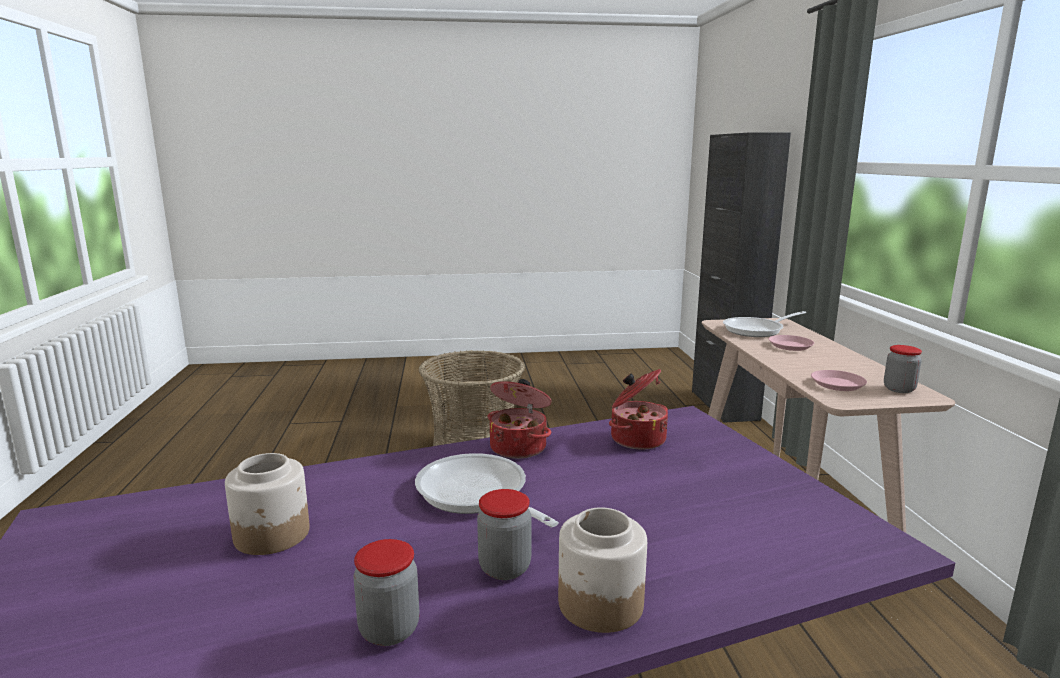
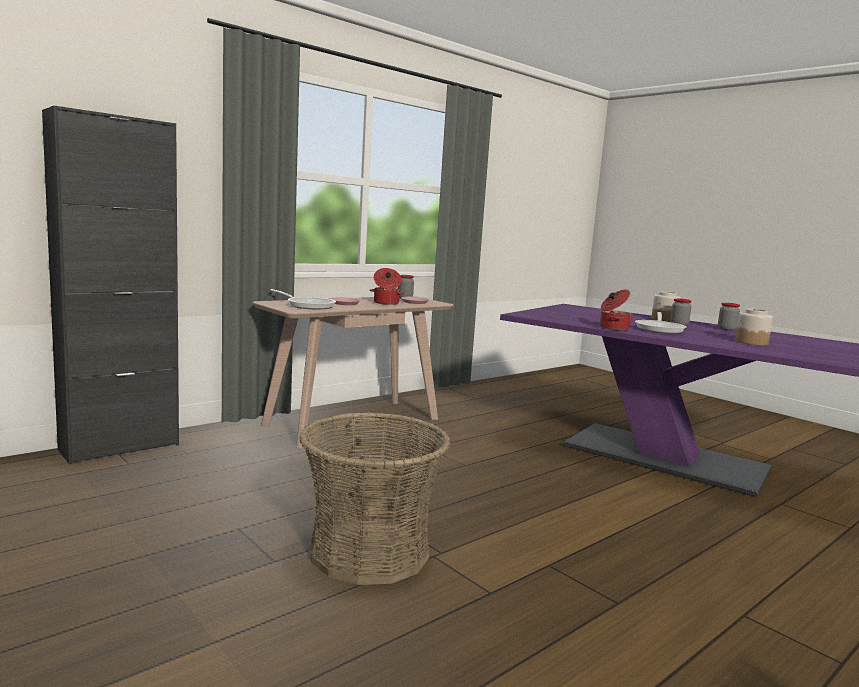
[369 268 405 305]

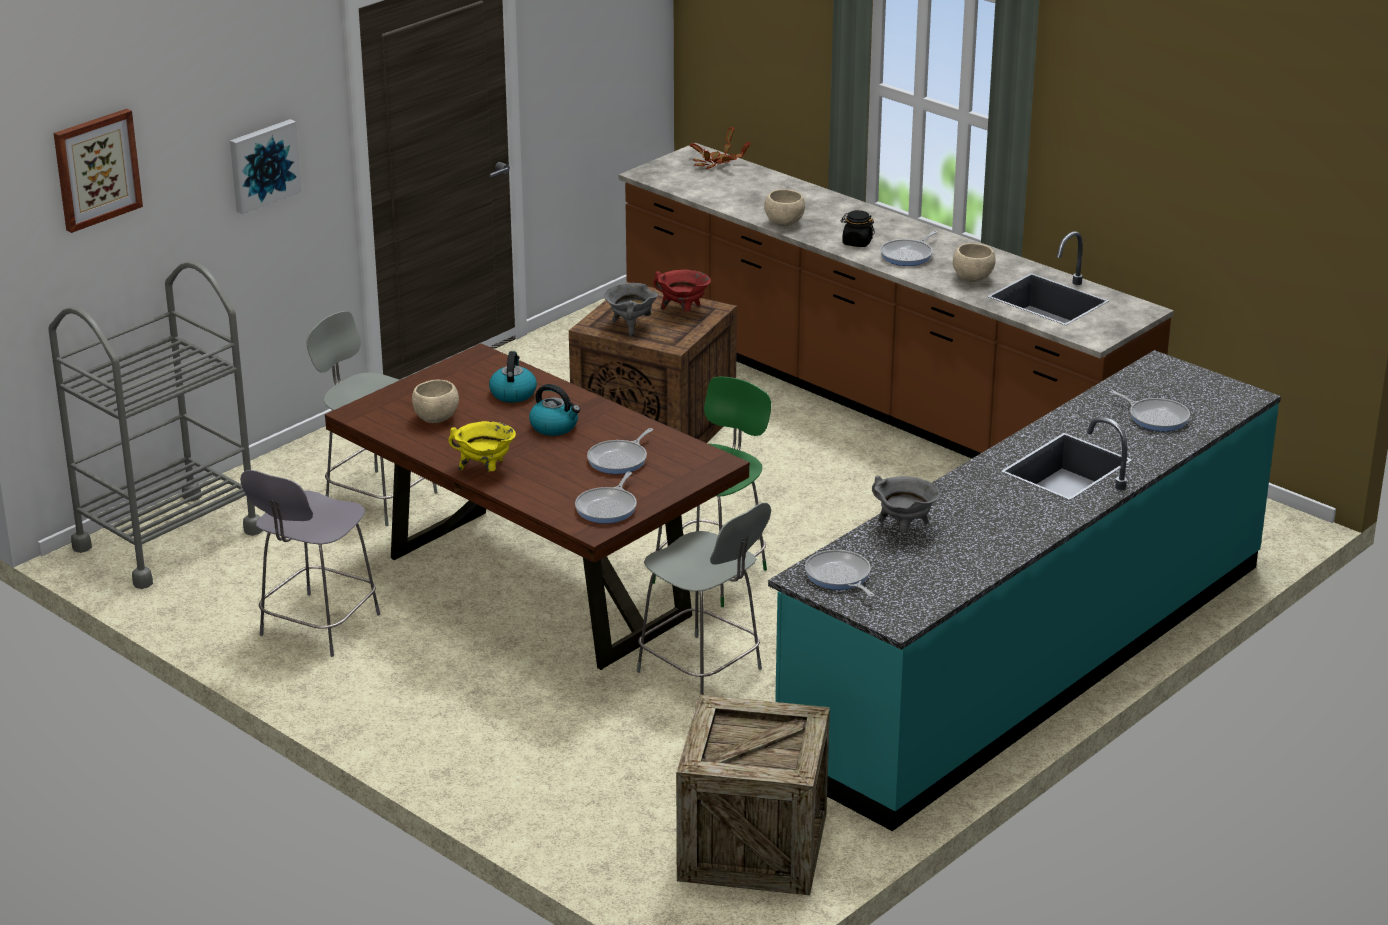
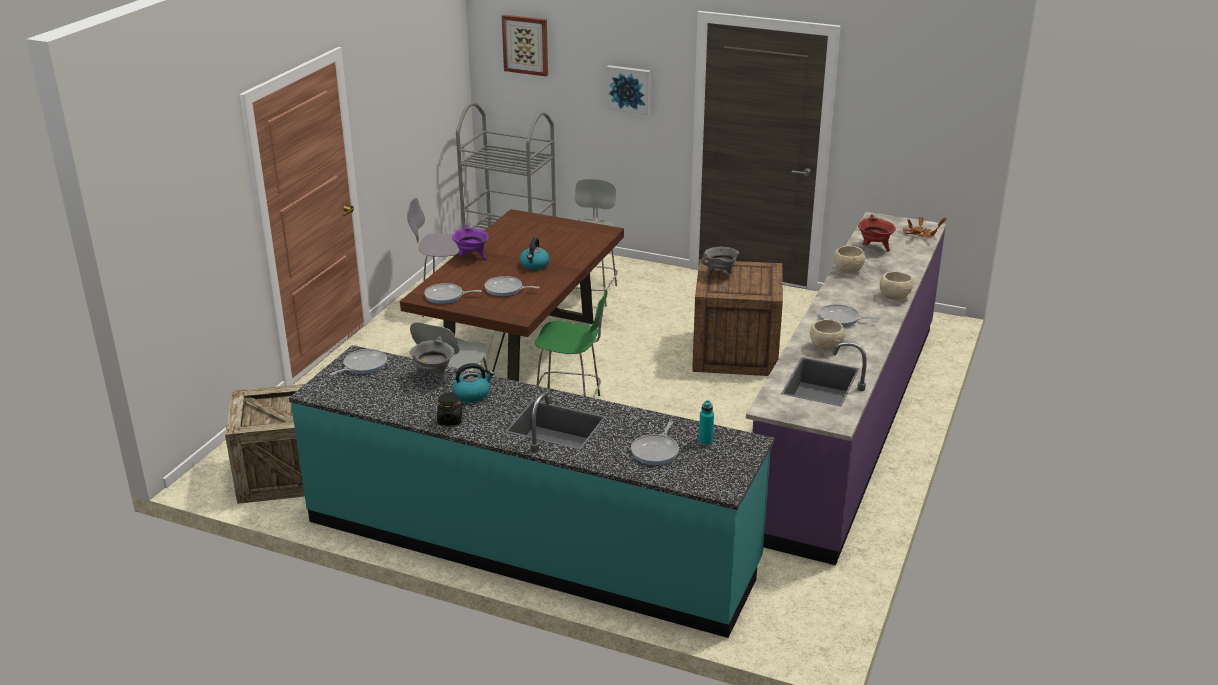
[699 400 714 446]
[880 271 914 300]
[452 363 494 403]
[858 214 896 251]
[437 392 462 426]
[452 225 489 259]
[746 212 946 565]

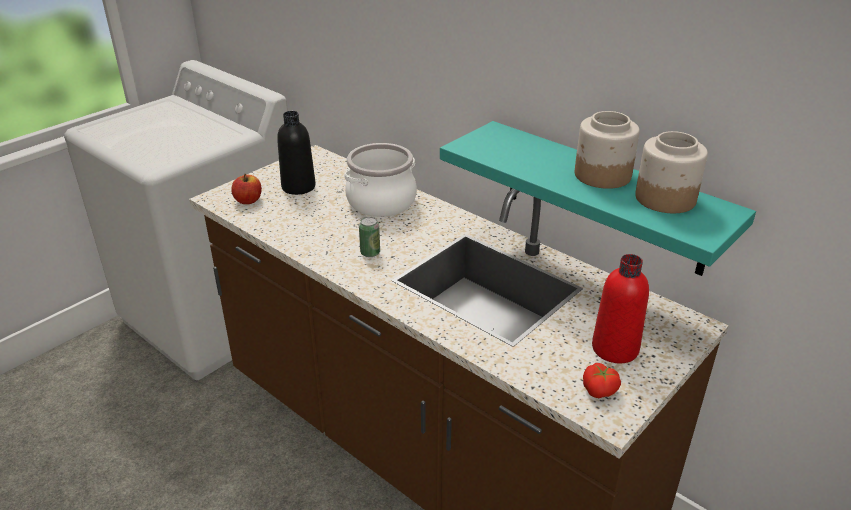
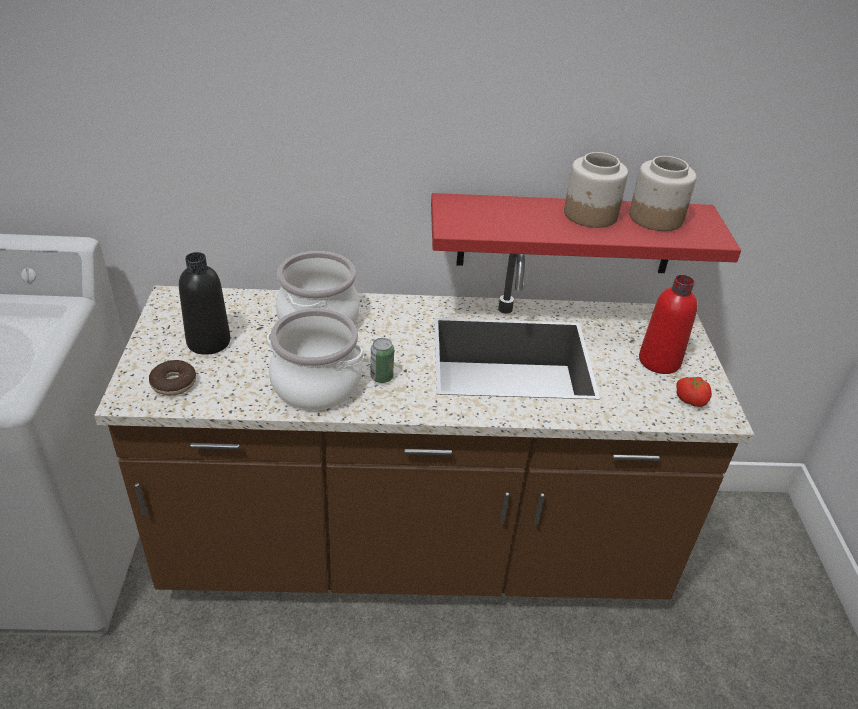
[267 308 364 410]
[149 360 196 395]
[431 193 741 273]

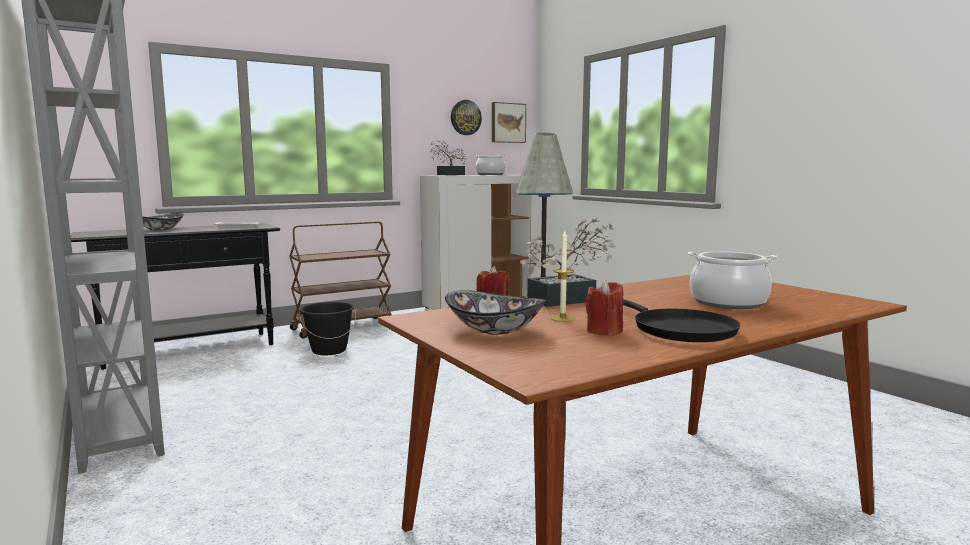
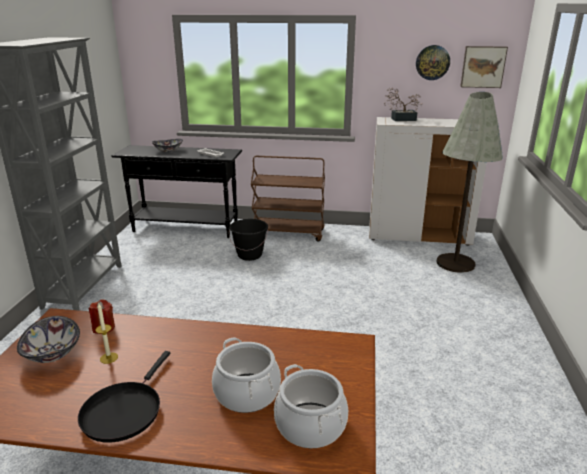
[520 217 616 307] (first image)
[585 280 623 336] (first image)
[274 364 348 448]

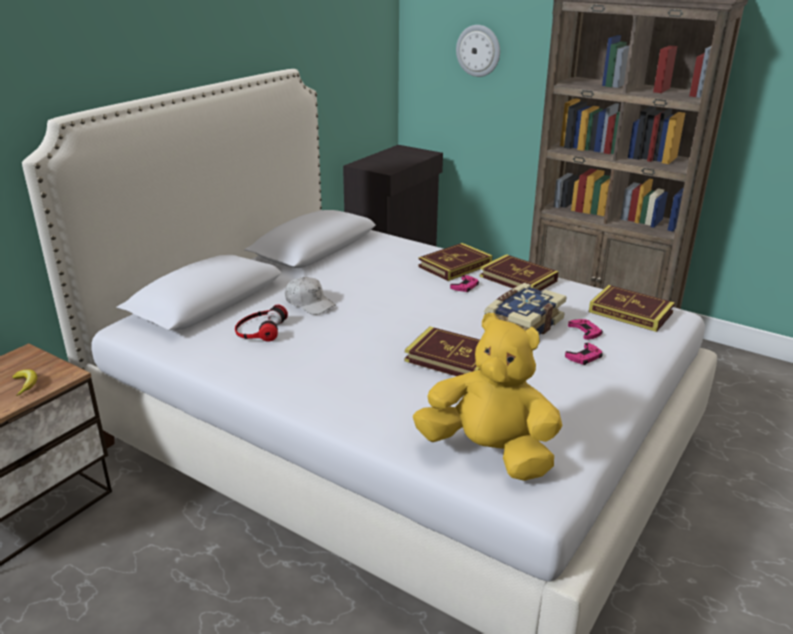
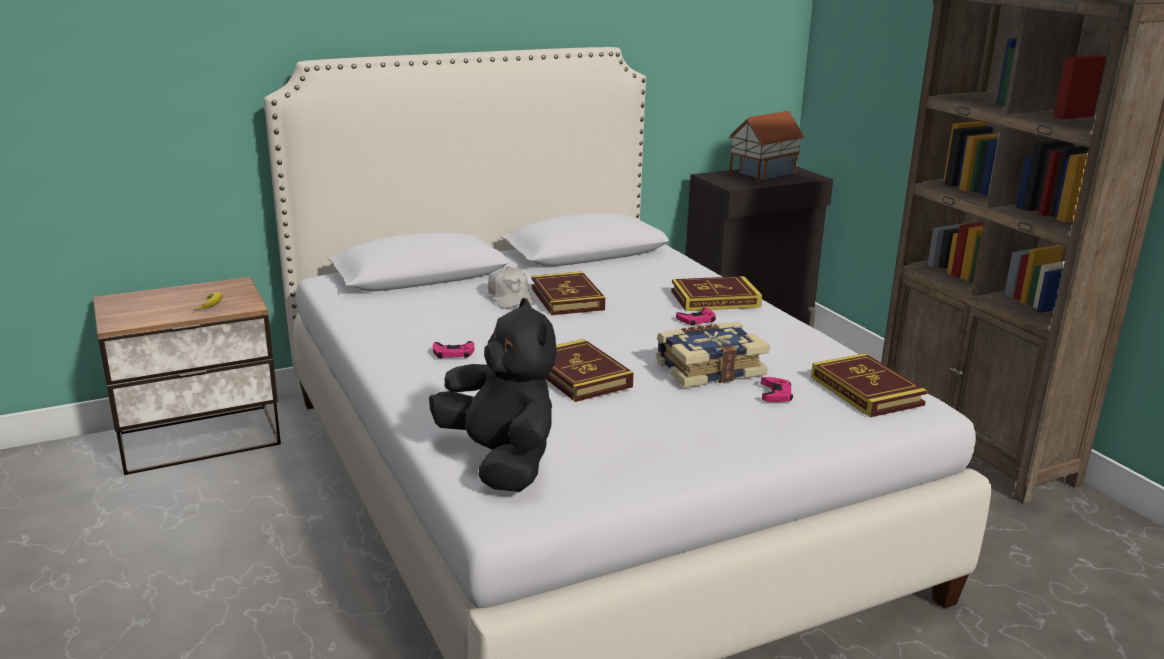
[235 305 288 342] (first image)
[456 25 500 77] (first image)
[728 111 804 182]
[531 271 606 315]
[433 341 474 358]
[429 298 557 492]

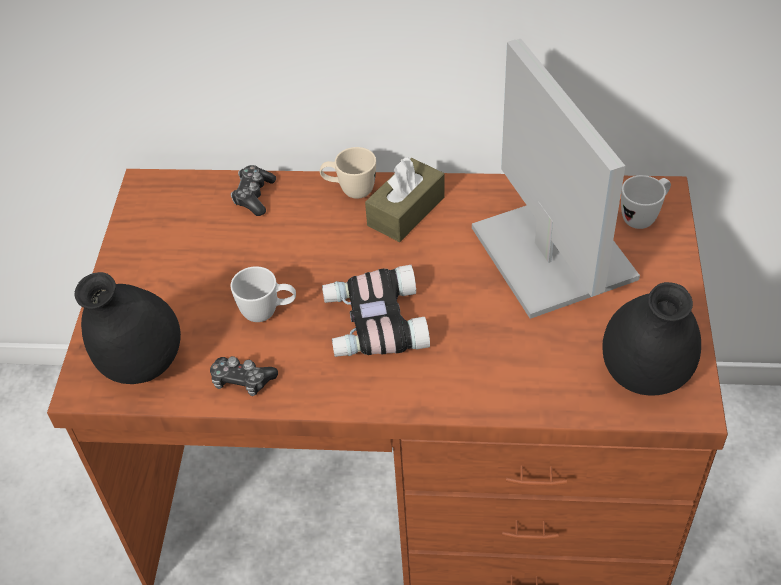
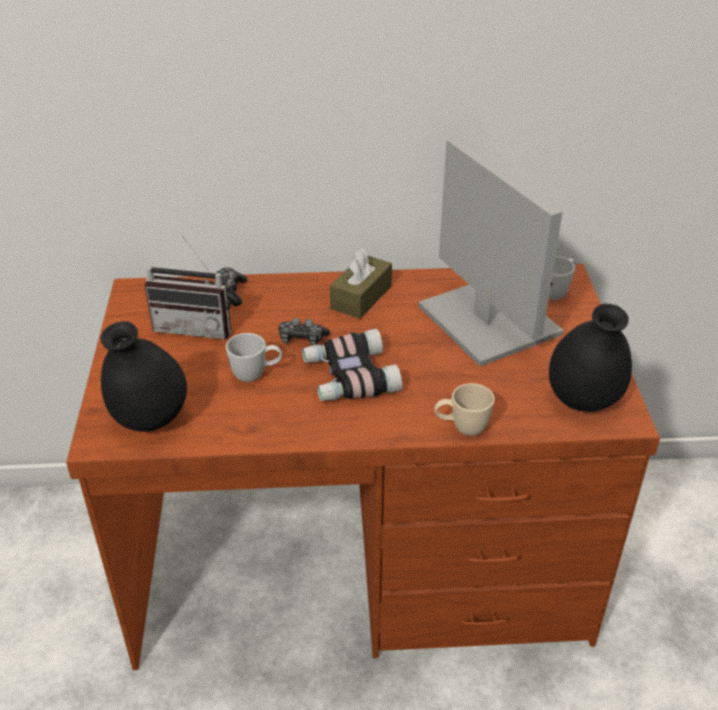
[145 236 231 339]
[278 318 330 346]
[434 383 495 436]

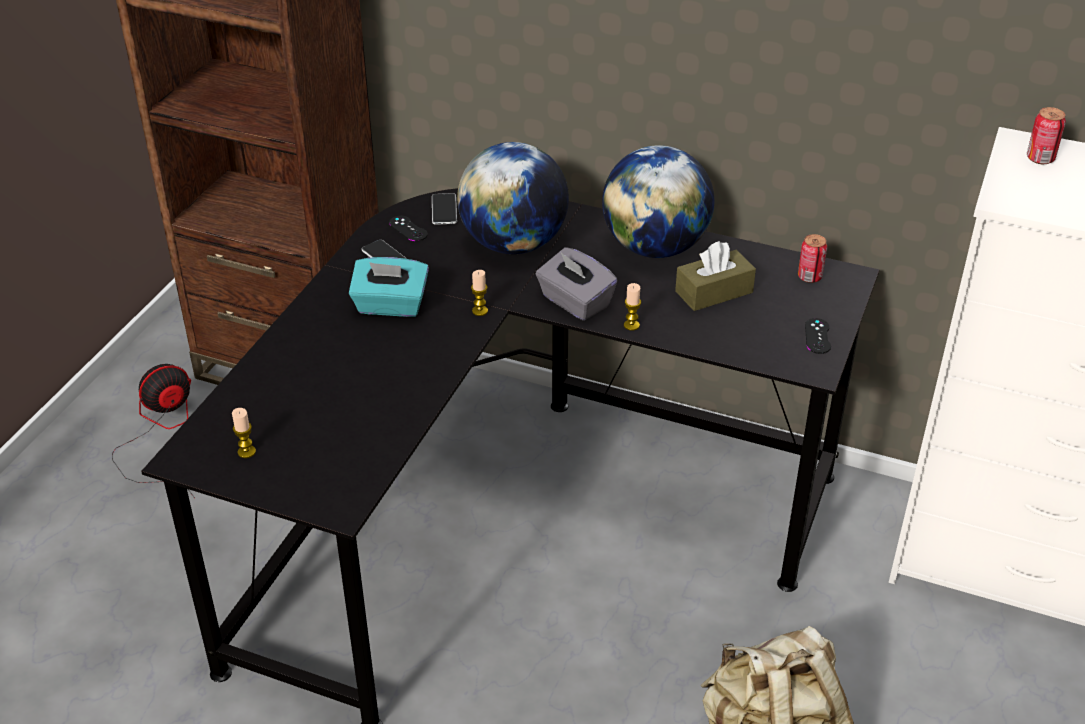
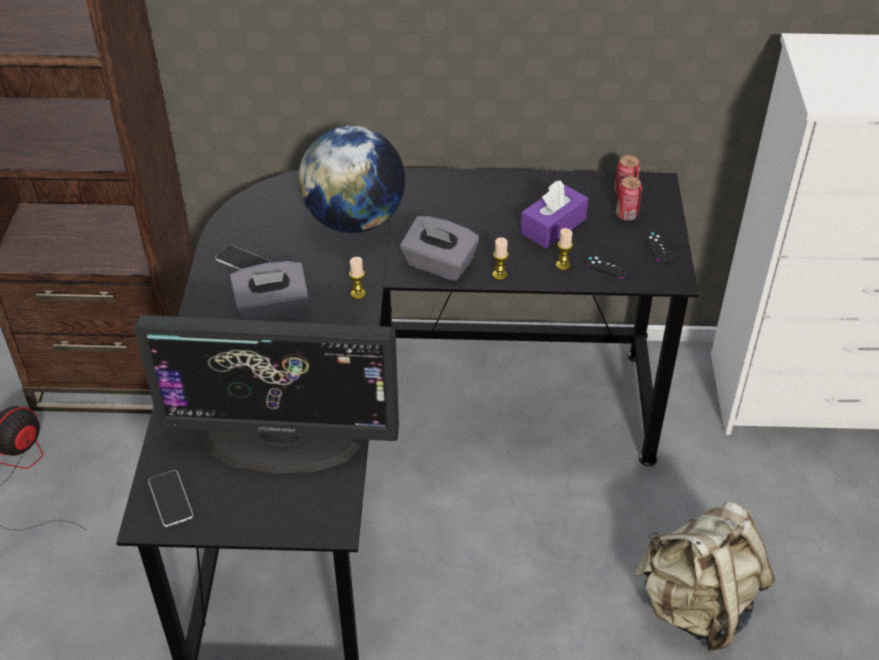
[602 145 714 258] (first image)
[134 315 399 474]
[556 228 573 270]
[584 253 632 278]
[148 470 193 527]
[616 176 642 221]
[230 261 309 321]
[520 180 588 248]

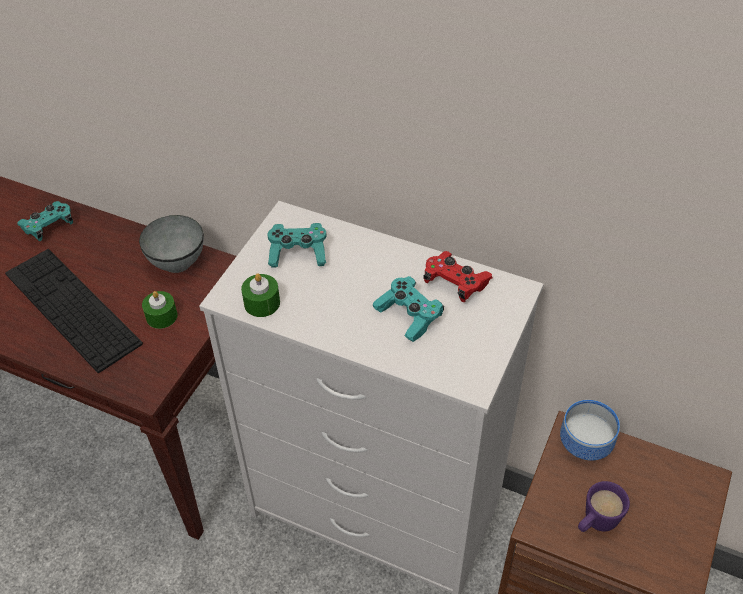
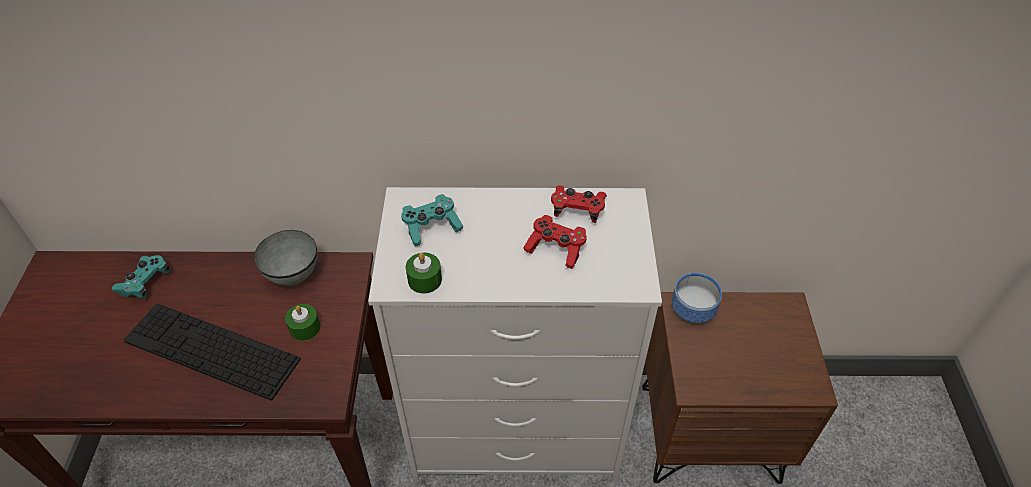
[578 481 630 532] (first image)
[523 215 587 269]

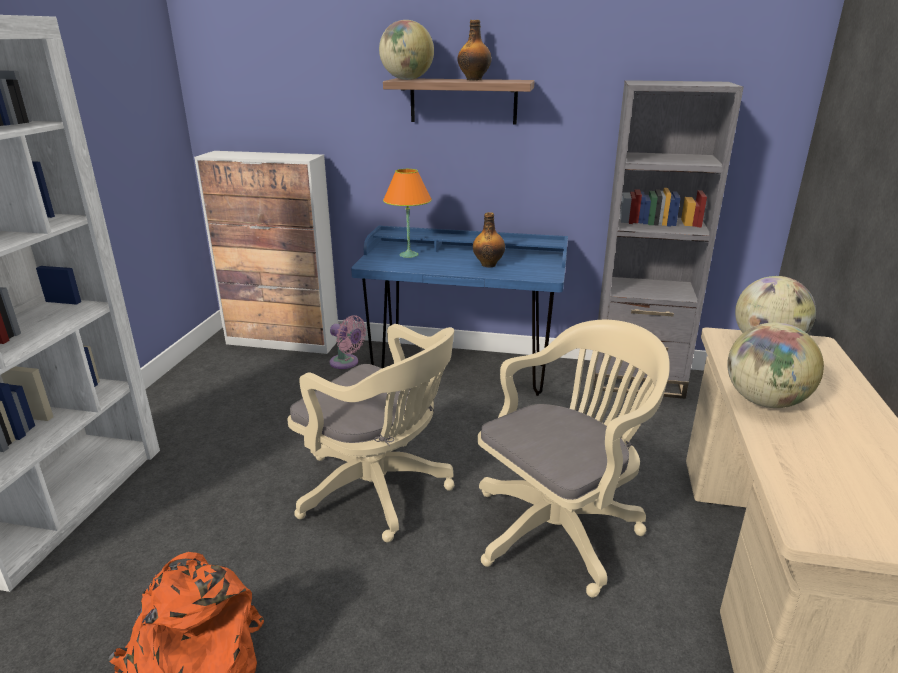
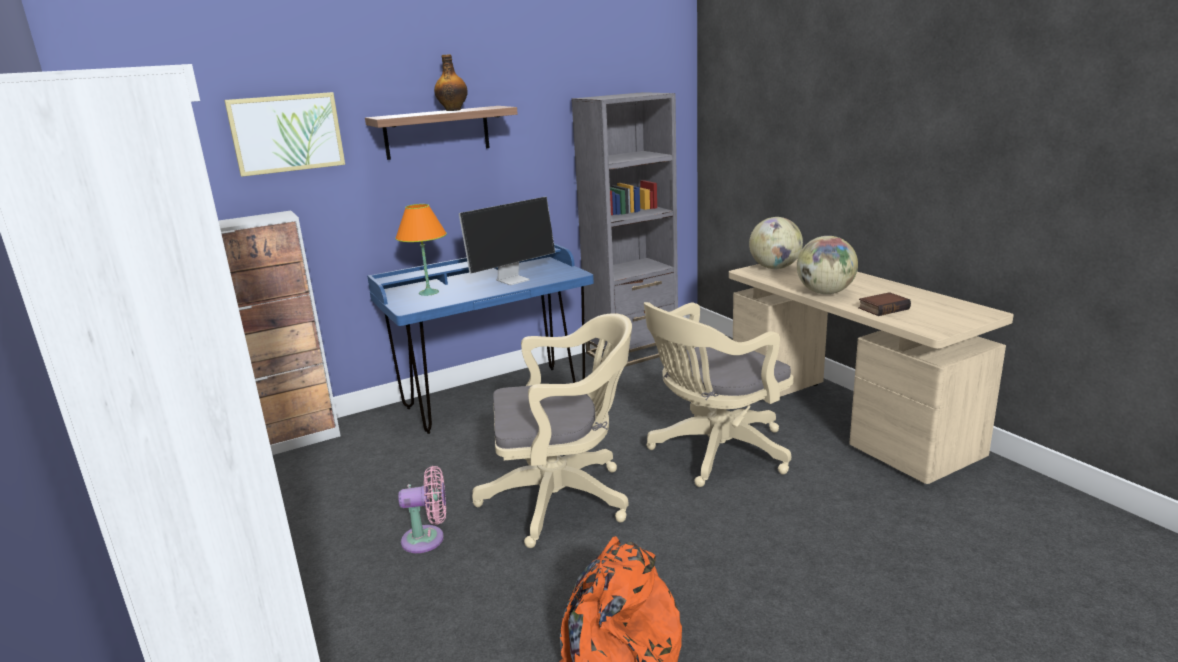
[379 20 434 80] (first image)
[224 92 345 177]
[858 292 911 316]
[398 466 446 553]
[459 197 555 285]
[644 302 794 487]

